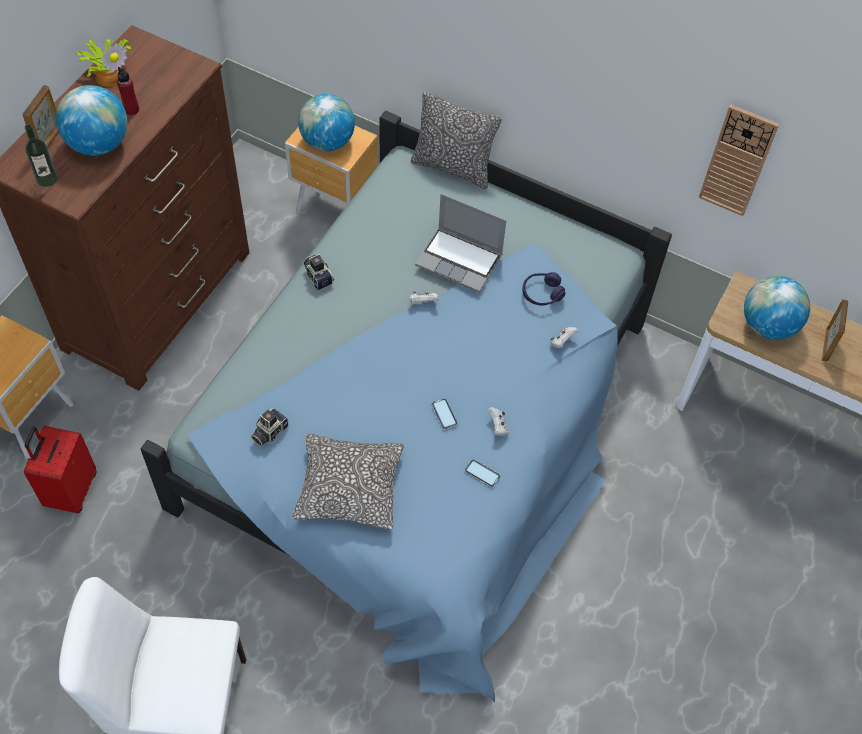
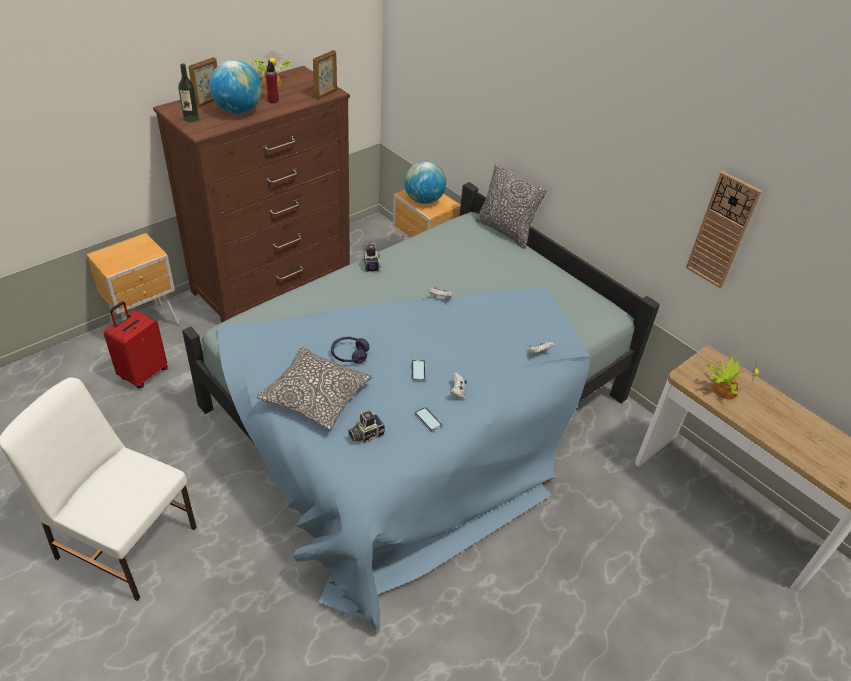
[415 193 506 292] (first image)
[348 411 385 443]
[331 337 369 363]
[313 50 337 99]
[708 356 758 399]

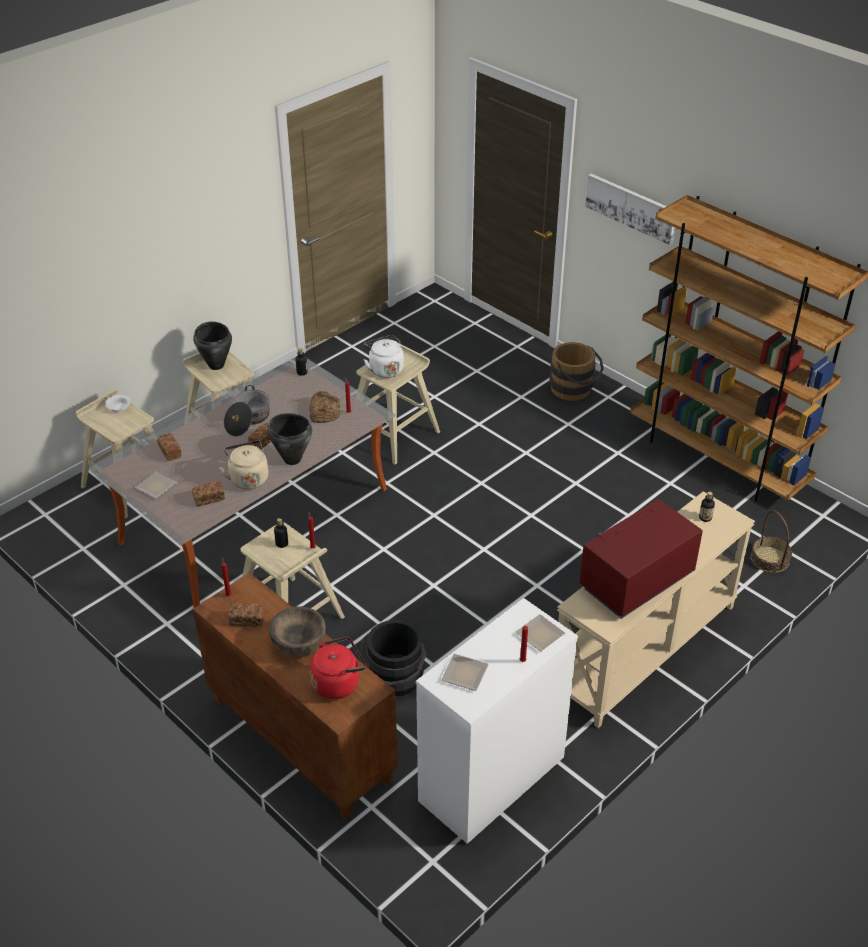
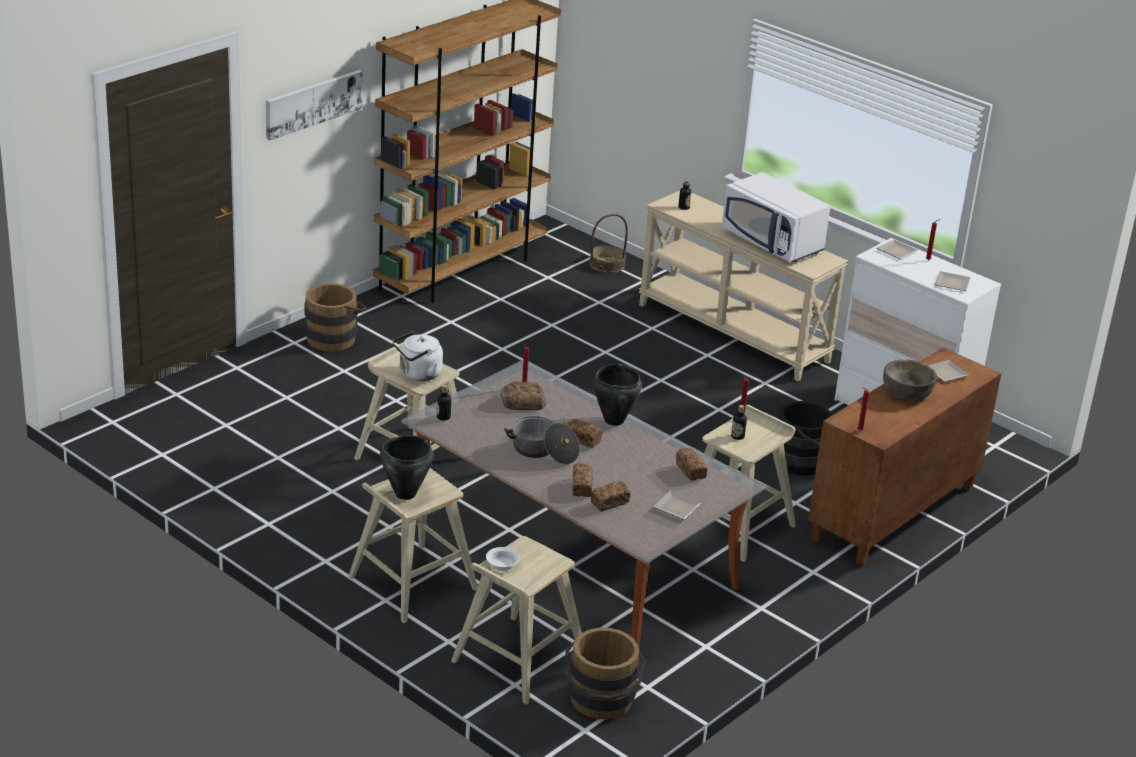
[220 440 269 490] (first image)
[565 628 646 719]
[572 463 593 497]
[928 360 969 382]
[722 172 830 262]

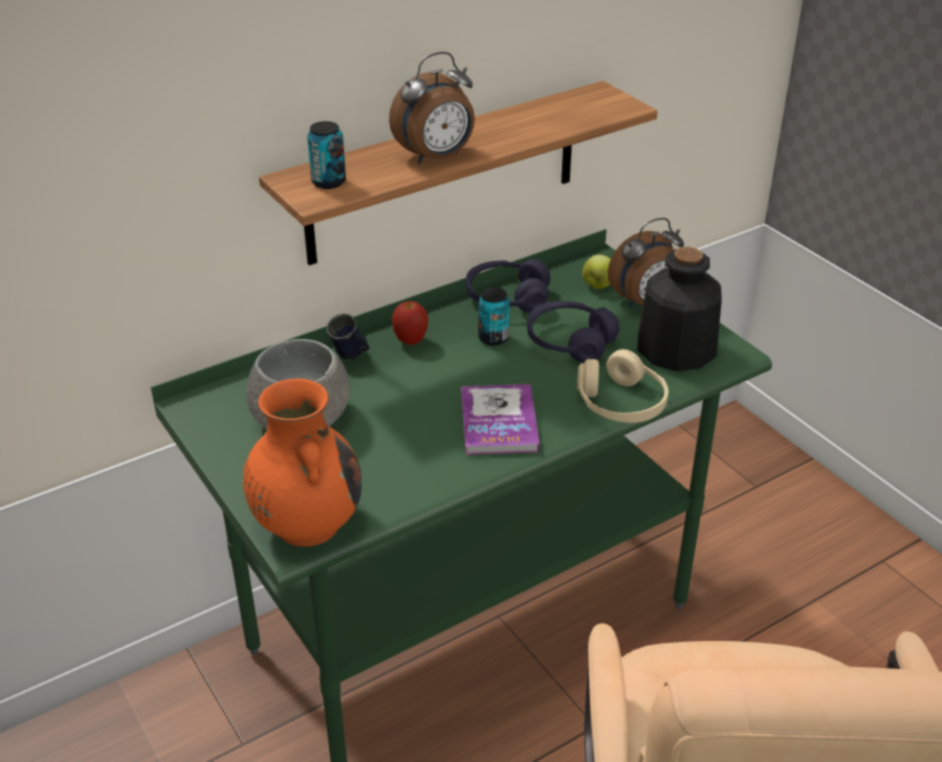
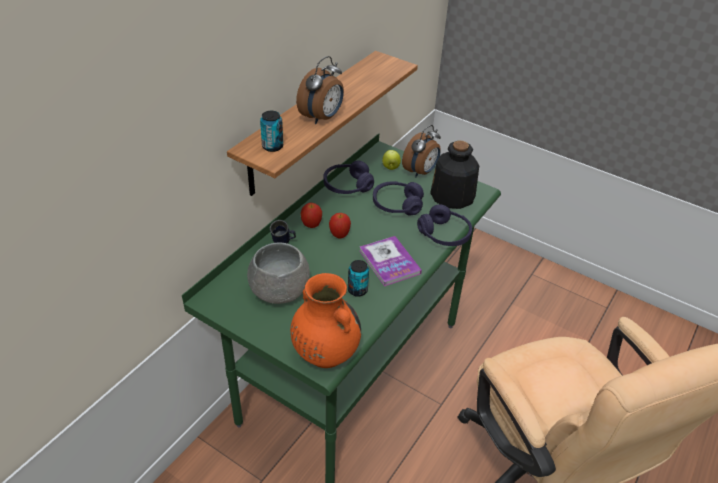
[329 213 351 239]
[348 260 369 297]
[417 204 472 246]

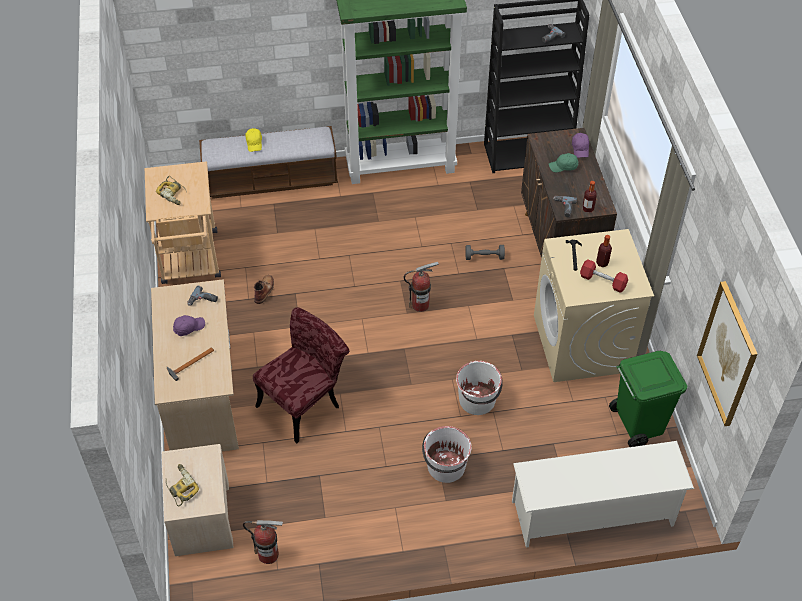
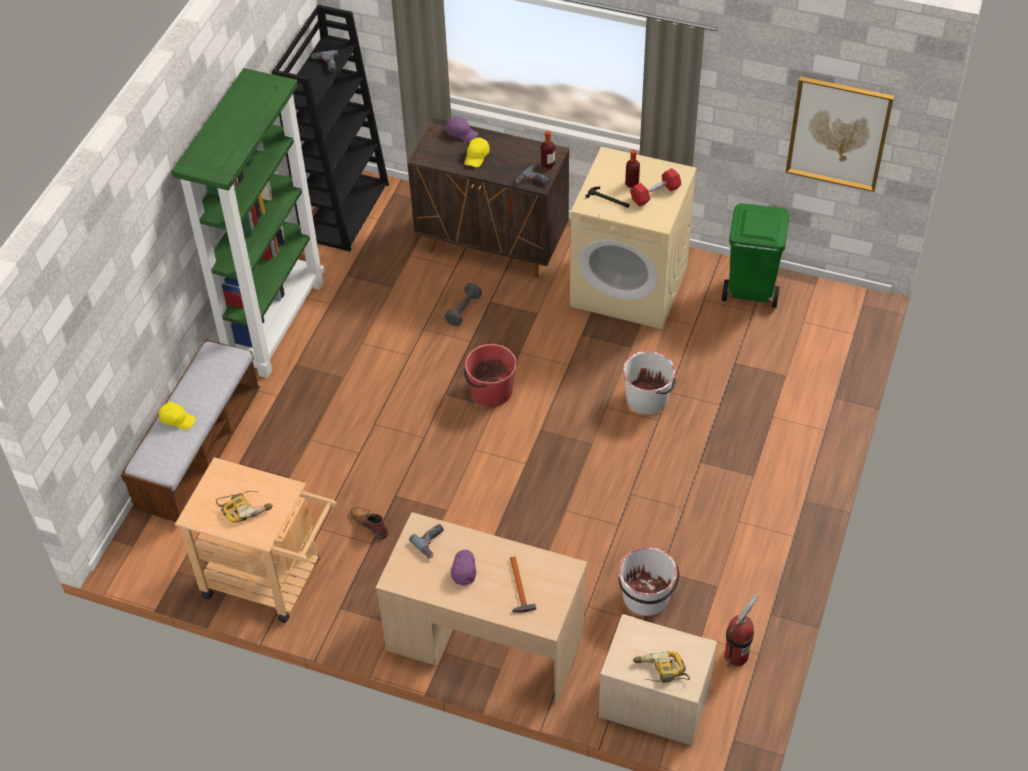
[253 307 349 443] (first image)
[512 441 694 548] (first image)
[618 547 680 616]
[464 344 517 407]
[464 138 490 167]

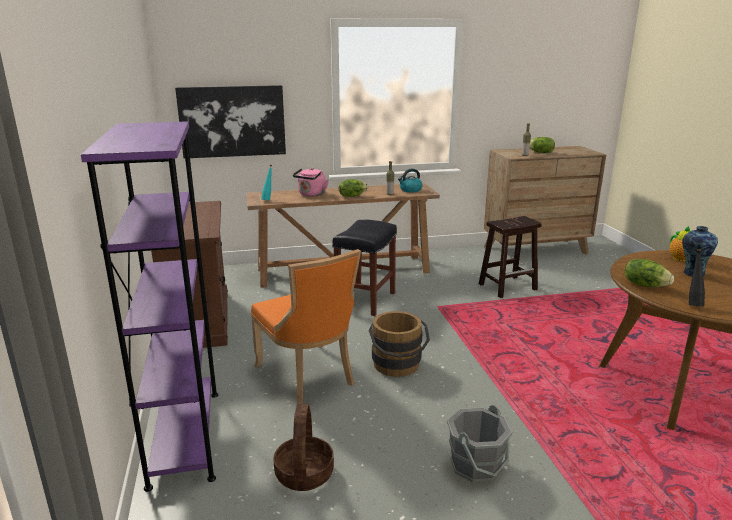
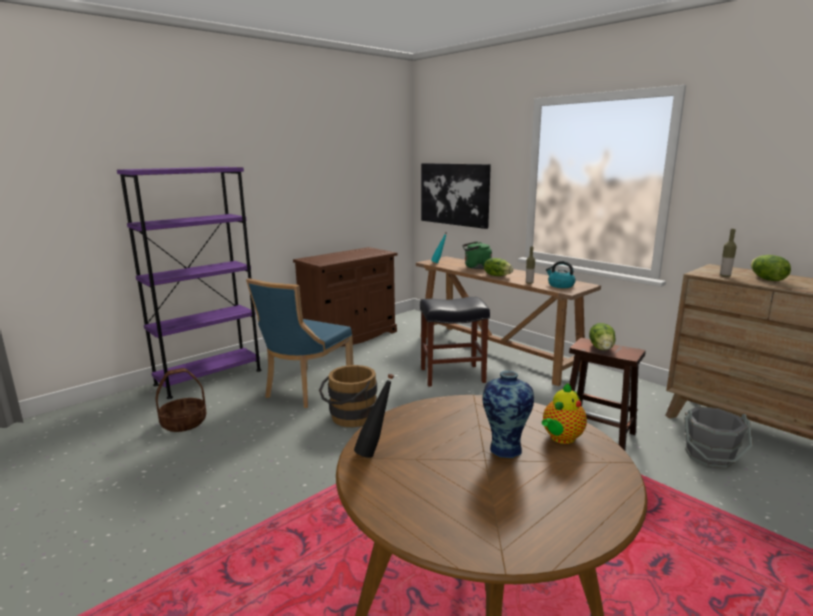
[684 407 753 468]
[589 323 616 350]
[246 278 353 408]
[462 242 492 269]

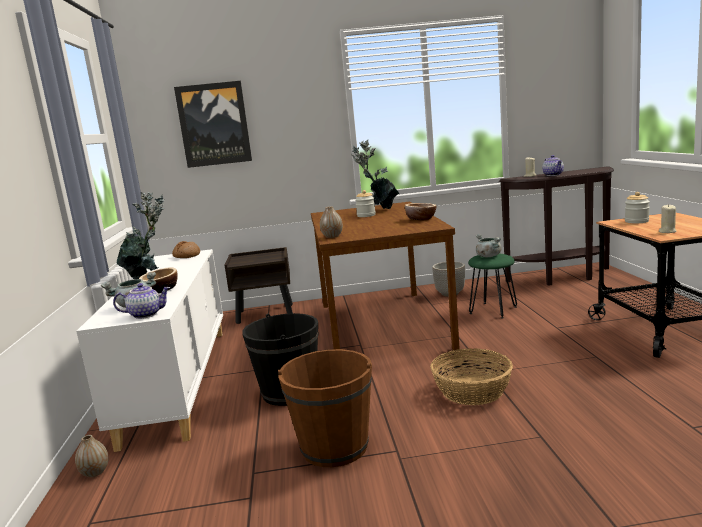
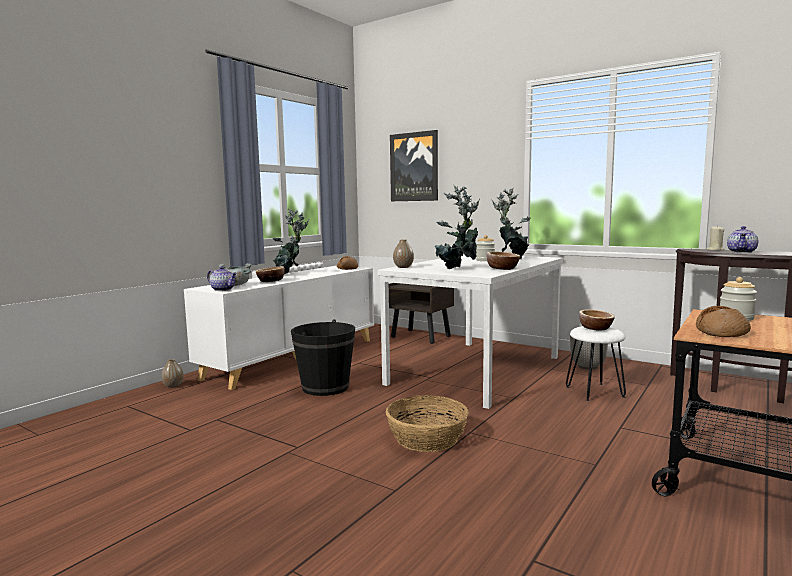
[278 349 372 467] (first image)
[435 185 480 269]
[579 309 615 331]
[696 306 751 337]
[378 254 563 409]
[566 326 626 401]

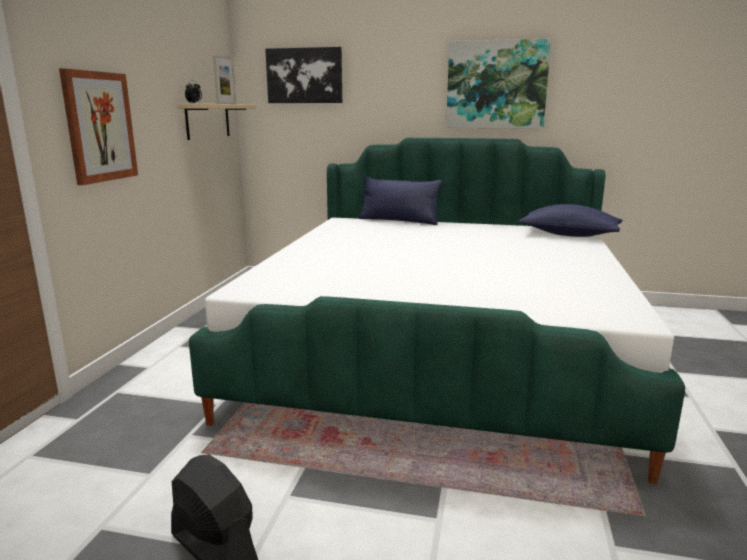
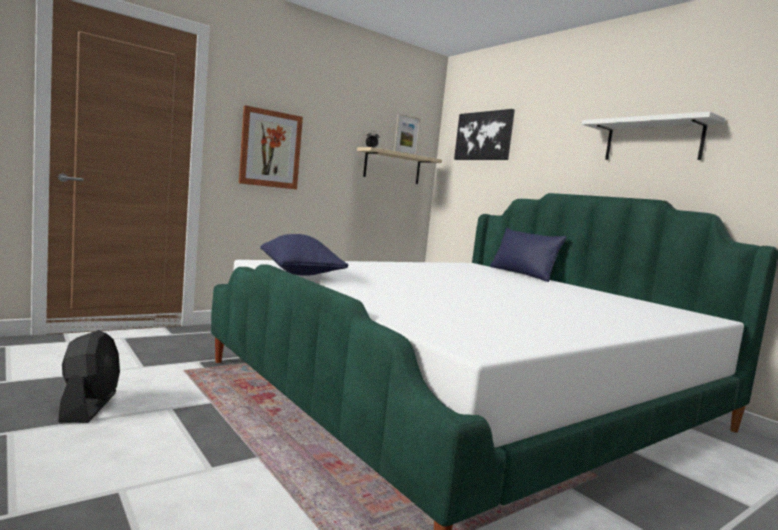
[260 234 349 276]
[582 112 725 160]

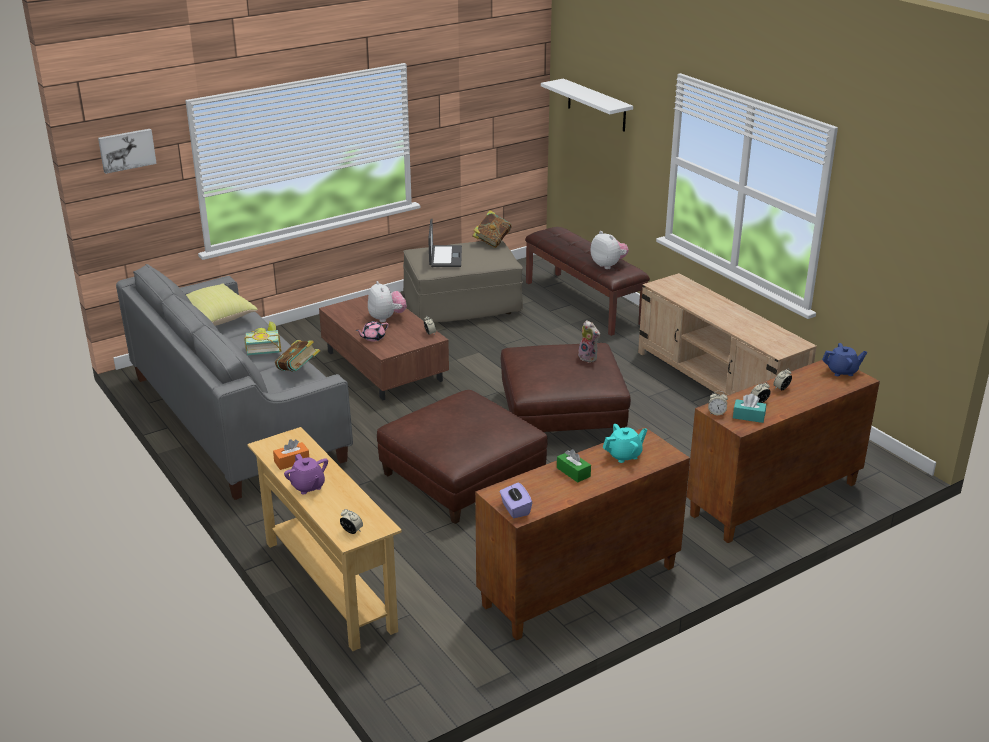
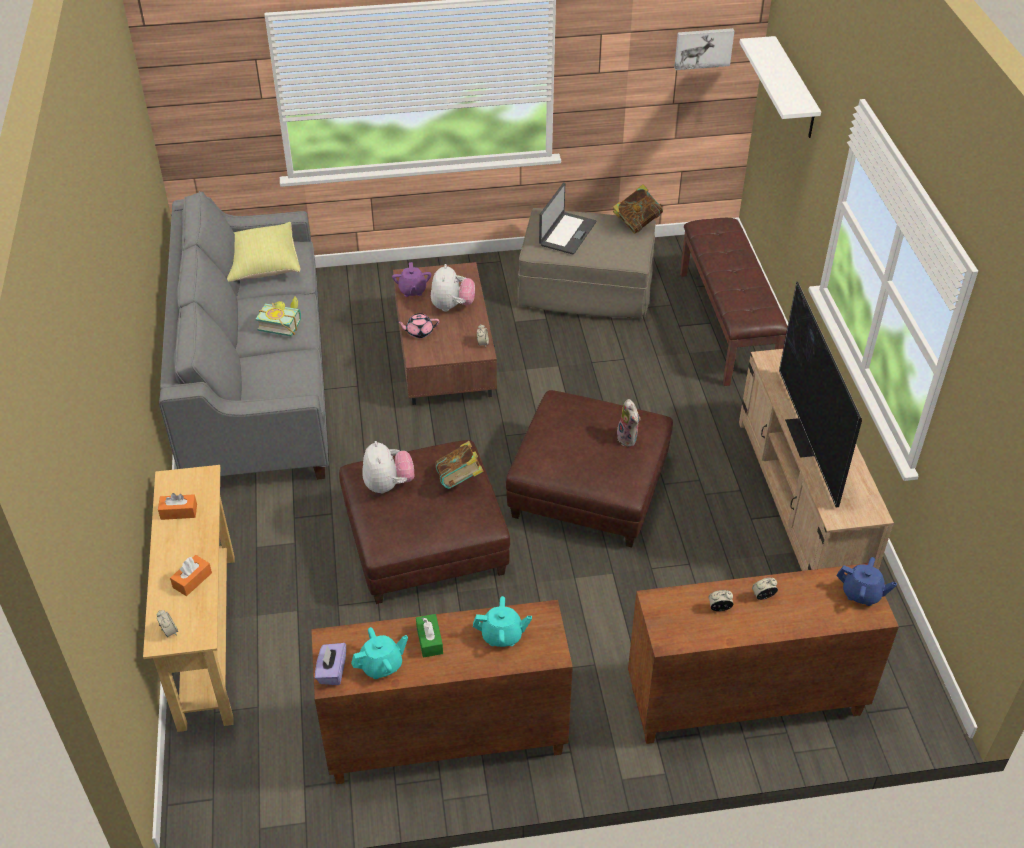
[708 391 728 416] (first image)
[733 394 766 423] (first image)
[170 555 212 596]
[351 627 408 679]
[779 282 862 507]
[674 28 734 70]
[435 441 483 489]
[392 262 431 297]
[362 441 415 493]

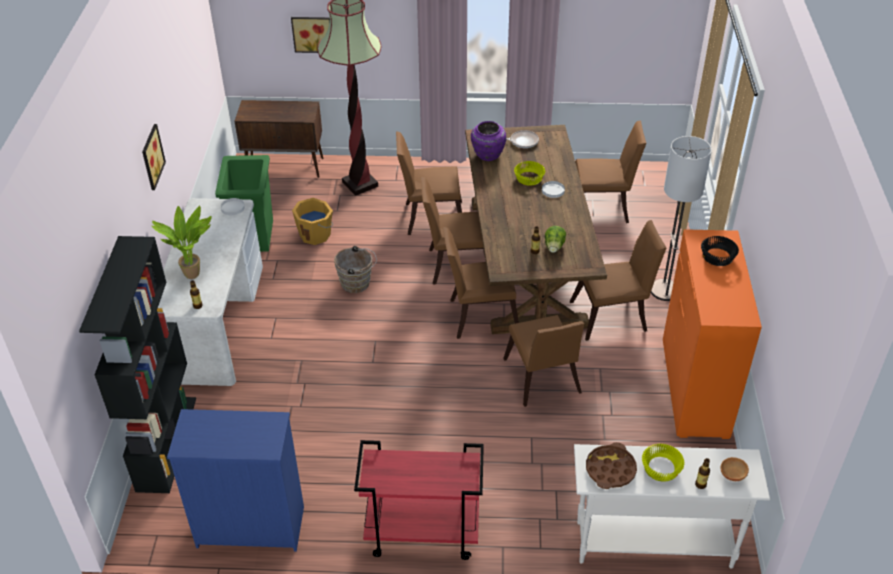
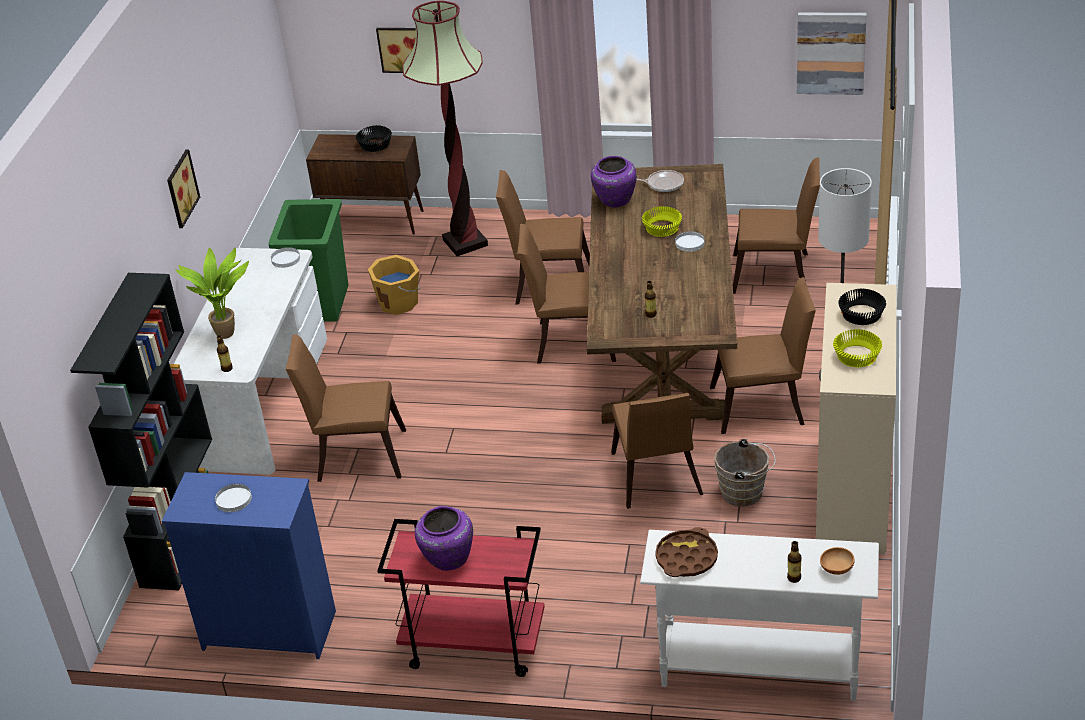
[545 226 566 253] (first image)
[215 484 252 512]
[356 125 392 152]
[415 506 473 571]
[797 13 867 95]
[714 439 776 507]
[286 335 406 482]
[833 329 882 367]
[816 283 897 554]

